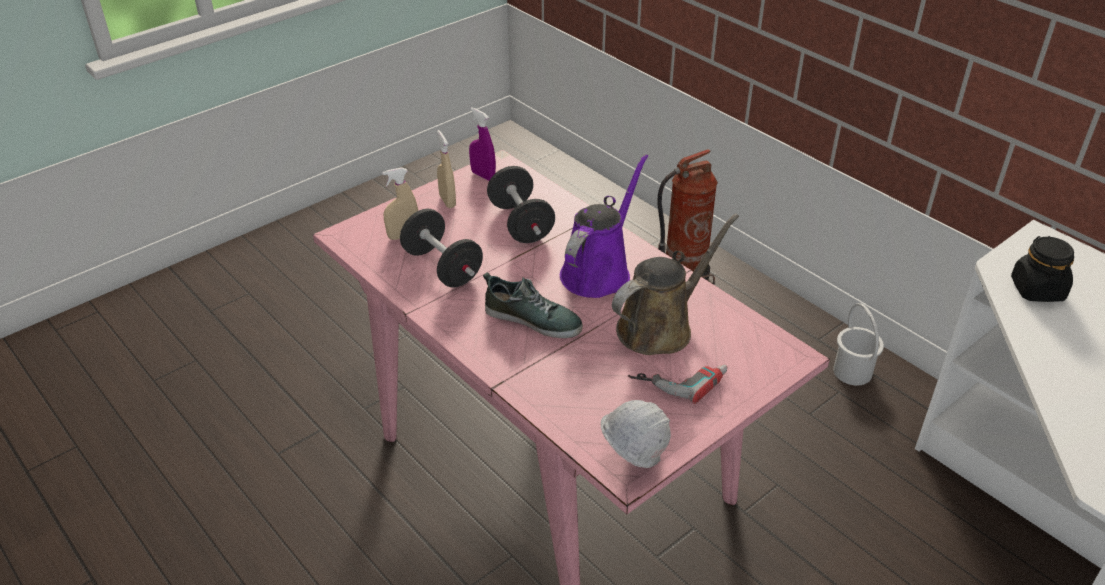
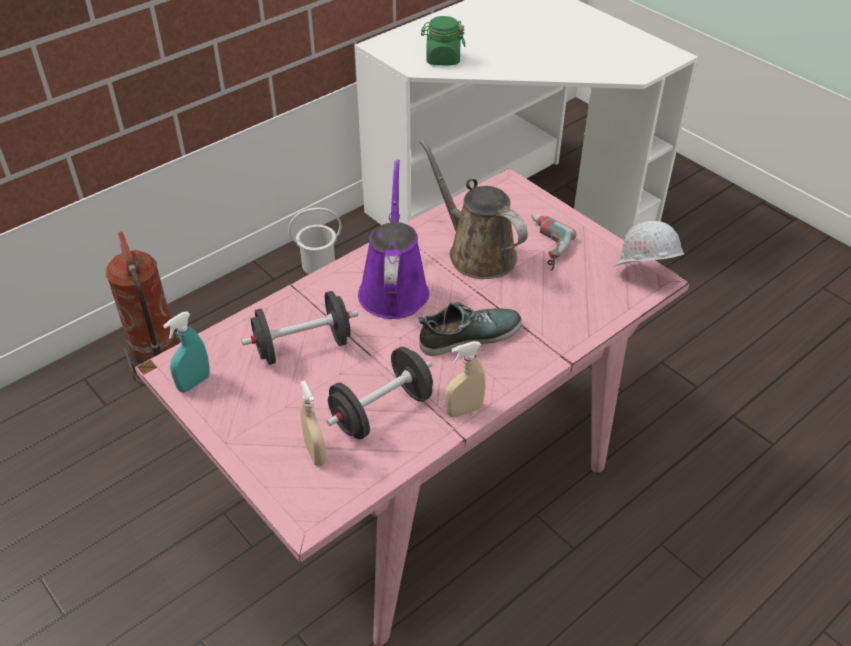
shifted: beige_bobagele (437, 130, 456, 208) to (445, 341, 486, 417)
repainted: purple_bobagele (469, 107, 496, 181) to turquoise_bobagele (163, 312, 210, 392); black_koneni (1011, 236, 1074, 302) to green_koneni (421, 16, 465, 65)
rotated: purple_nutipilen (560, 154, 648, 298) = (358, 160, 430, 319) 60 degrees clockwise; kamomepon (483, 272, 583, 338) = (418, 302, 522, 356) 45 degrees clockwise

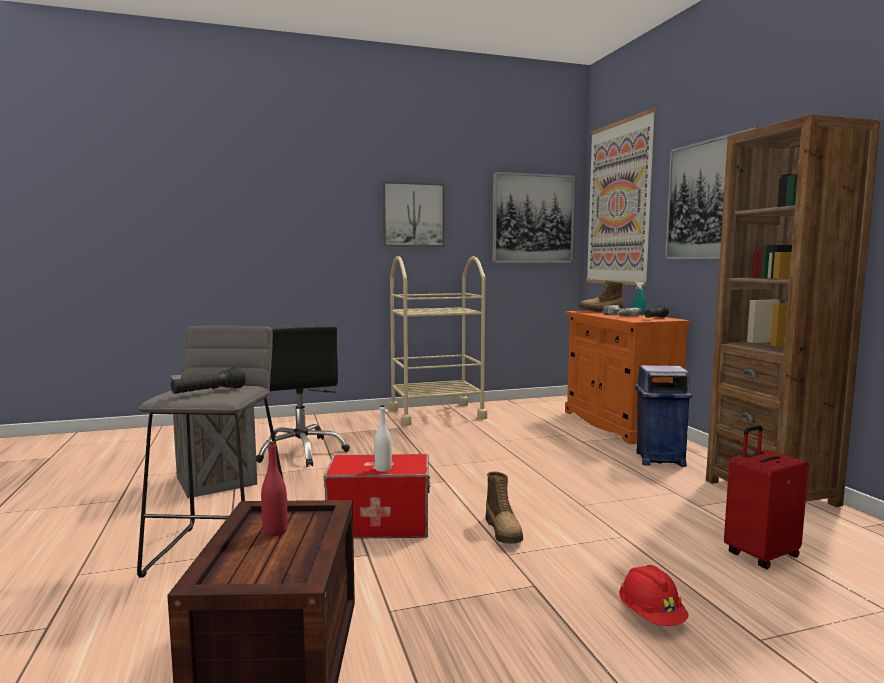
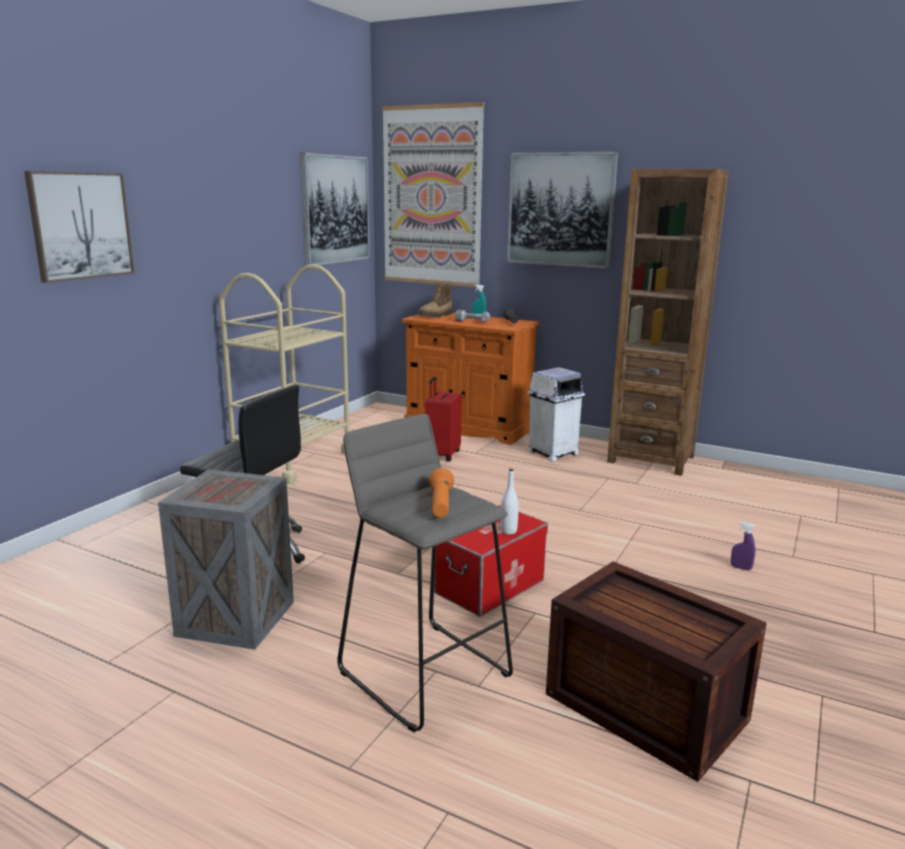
gone: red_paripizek (261, 441, 287, 536); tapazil (485, 471, 523, 544)
shifted: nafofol (383, 182, 444, 246) to (24, 171, 135, 283); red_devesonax (724, 425, 809, 569) to (425, 377, 462, 461)
swapped: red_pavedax (619, 565, 689, 626) to purple_bobagele (731, 521, 756, 571)
repainted: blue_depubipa (635, 365, 692, 467) to white_depubipa (527, 367, 585, 462); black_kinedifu (171, 367, 246, 394) to orange_kinedifu (429, 468, 454, 518)

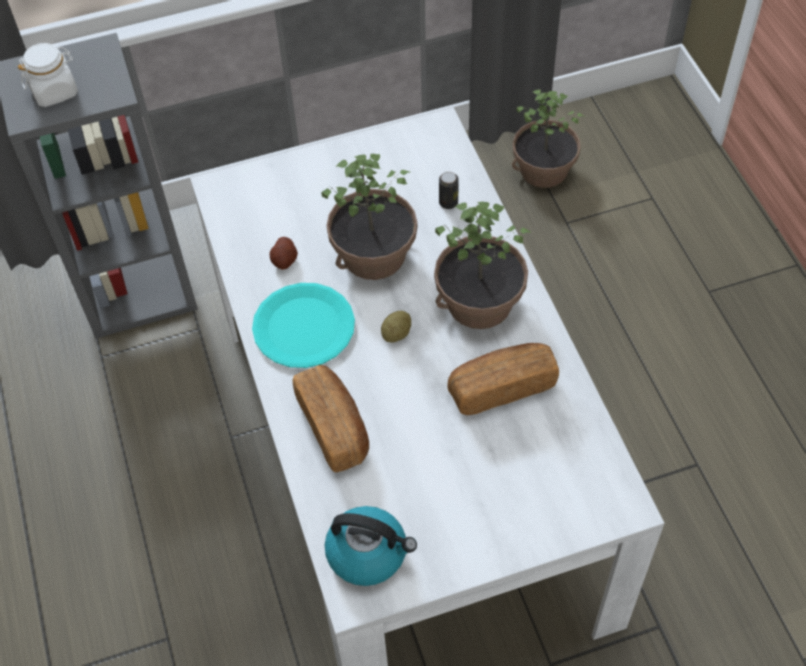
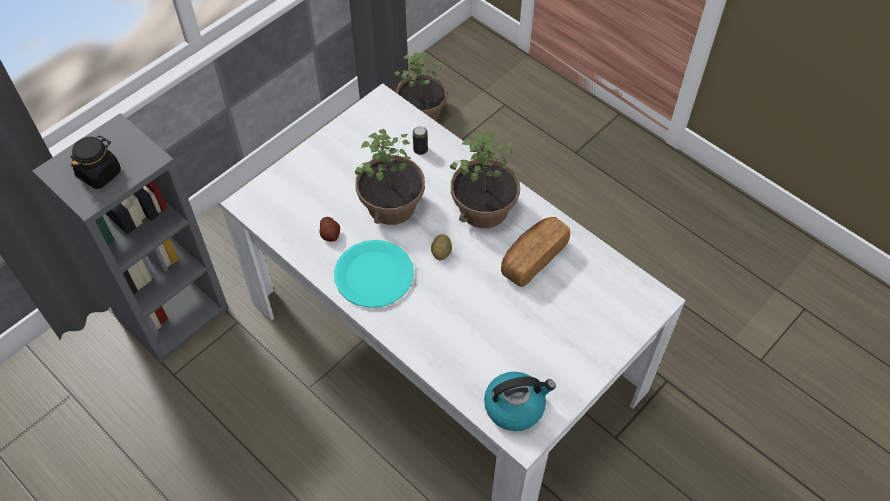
gone: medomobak (293, 365, 369, 472)
repainted: white_koneni (18, 43, 78, 107) to black_koneni (71, 136, 121, 189)

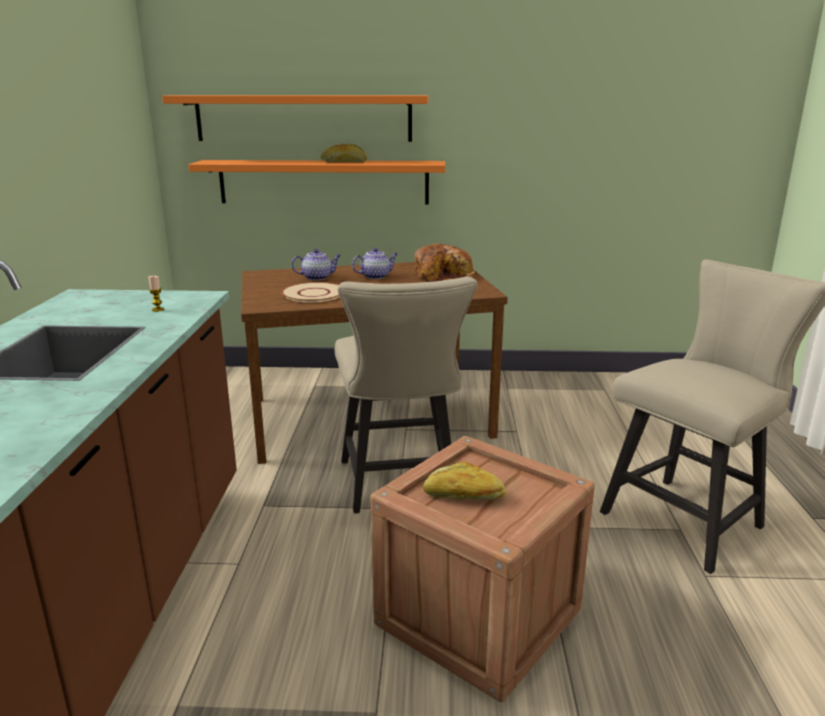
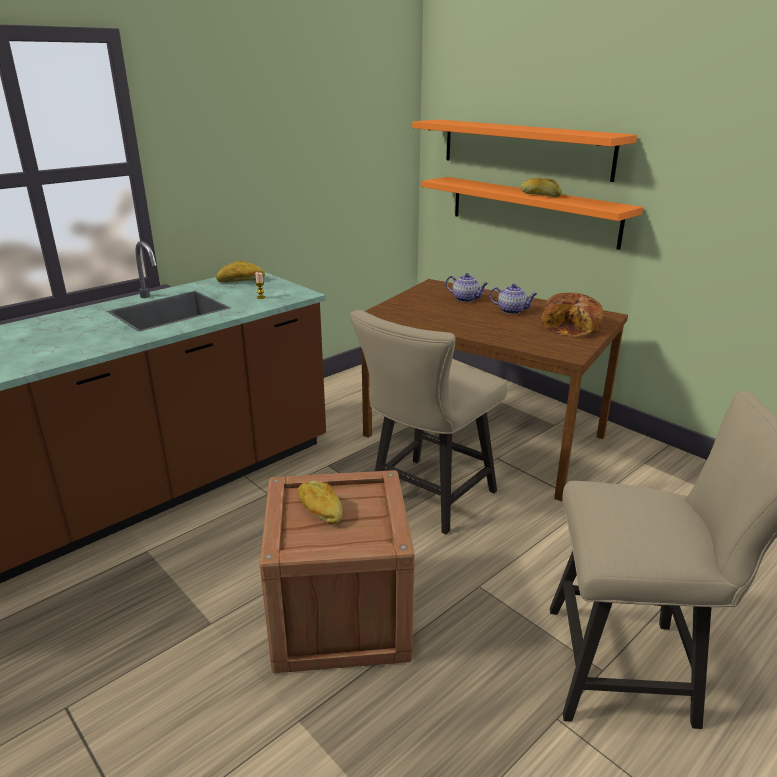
gone: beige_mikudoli (281, 282, 339, 302)
new: medomobak (216, 260, 265, 283)

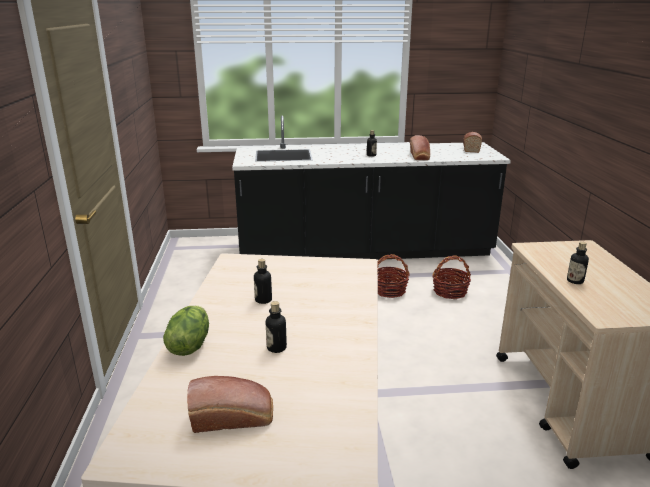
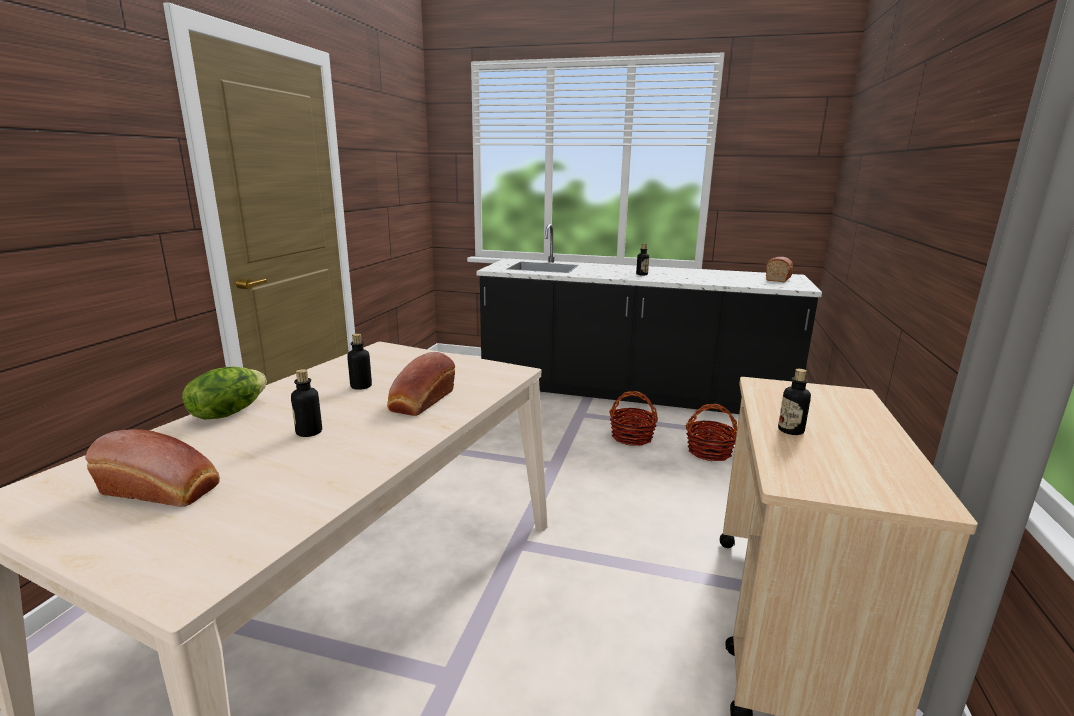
shifted: medomobak (410, 135, 430, 160) to (387, 352, 455, 416)

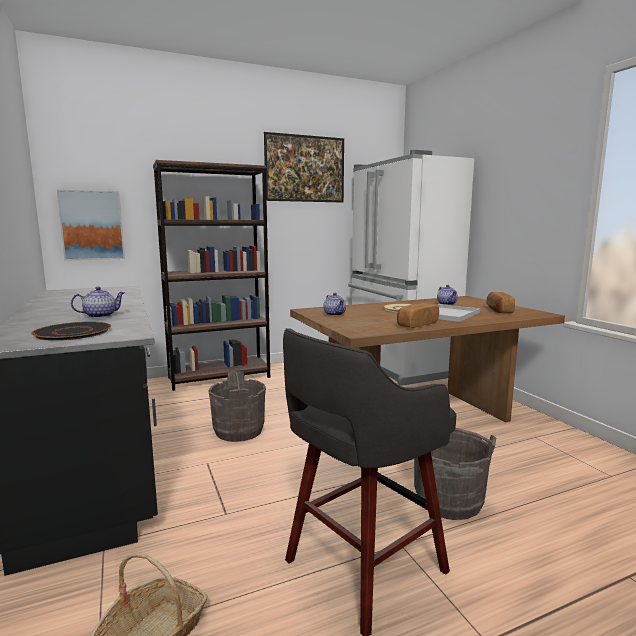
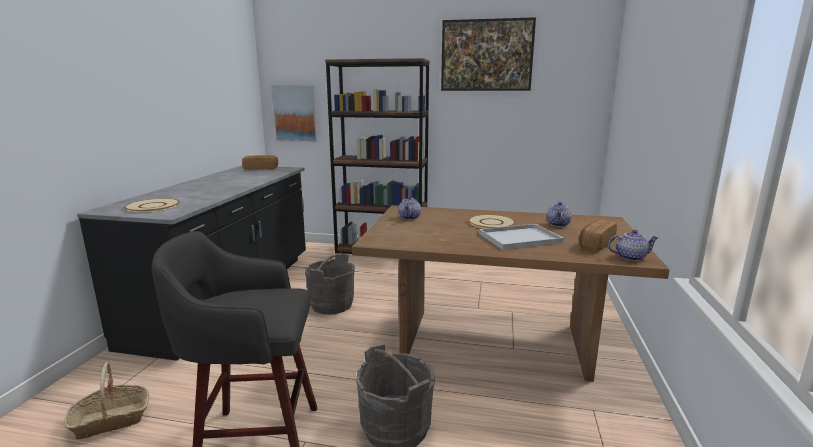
gone: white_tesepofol (348, 150, 474, 386)
shifted: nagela (71, 287, 125, 318) to (608, 230, 659, 261); medomobak (397, 303, 439, 328) to (242, 155, 278, 170)
repainted: black_mikudoli (31, 322, 111, 340) to beige_mikudoli (124, 198, 180, 212)

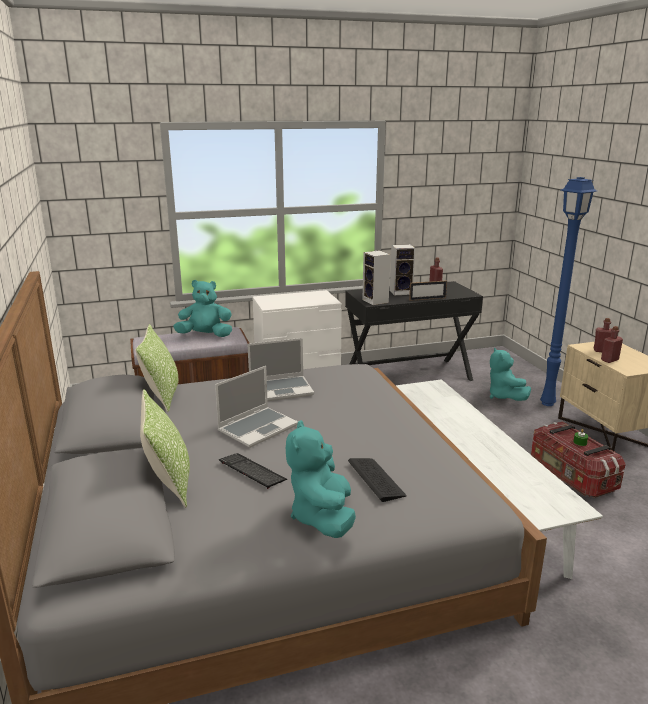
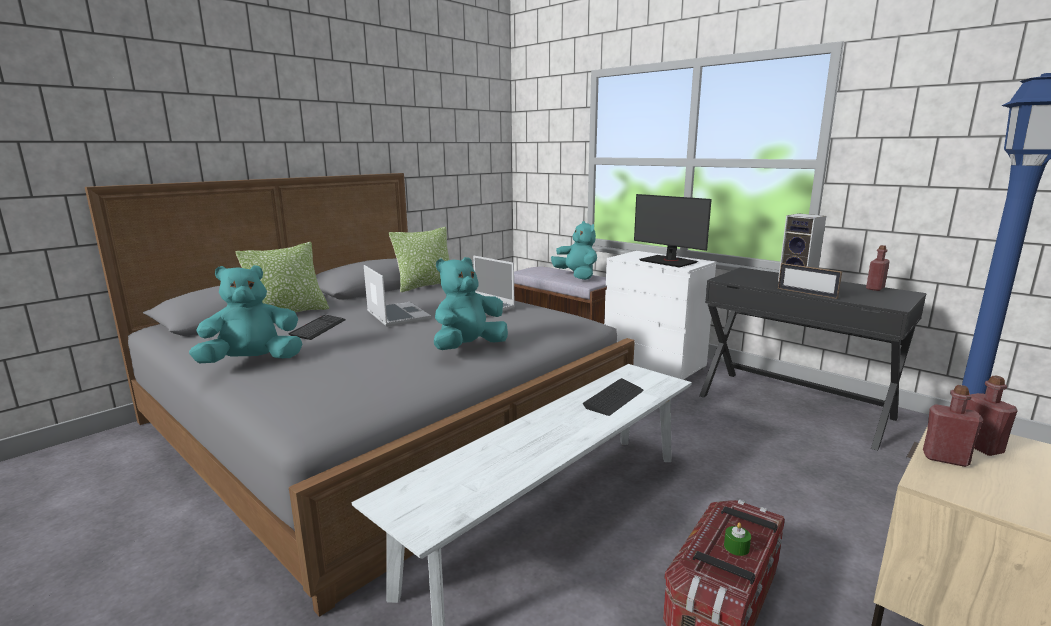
gone: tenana (362, 250, 391, 305)
new: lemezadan (634, 194, 712, 267)
shifted: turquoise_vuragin (489, 348, 531, 401) to (434, 257, 508, 350); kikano (348, 458, 407, 502) to (583, 378, 644, 416)
rotated: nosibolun (215, 366, 298, 448) = (364, 265, 431, 327) 135 degrees counterclockwise

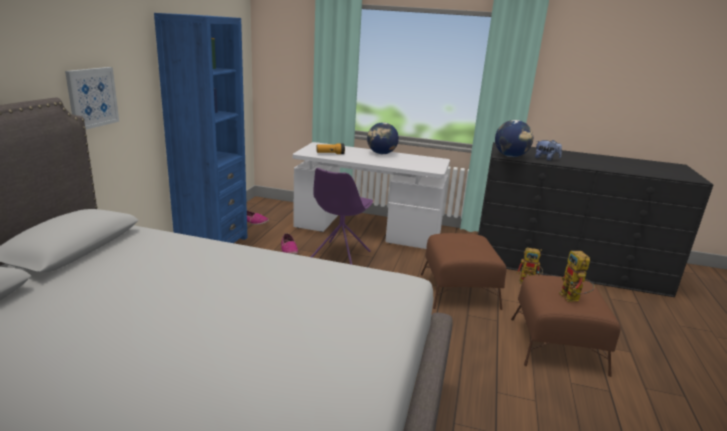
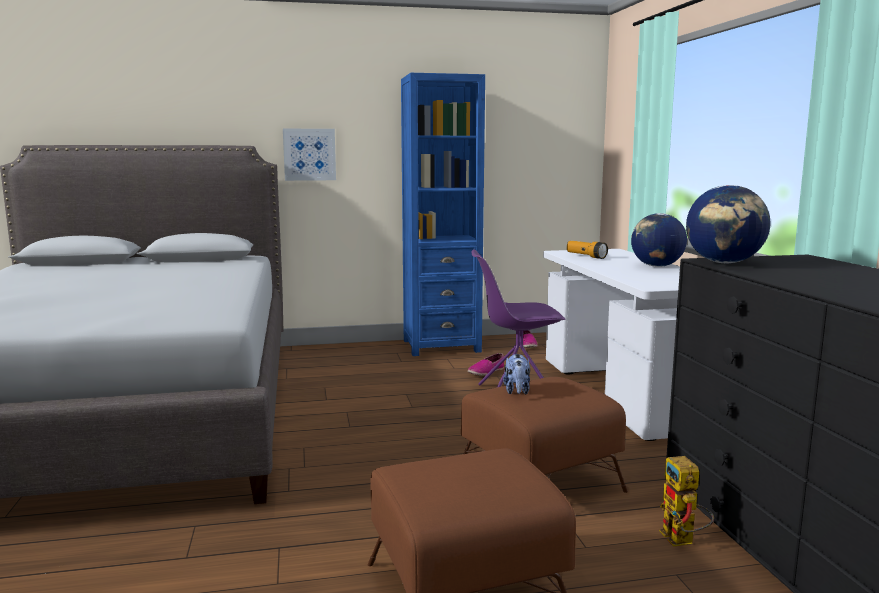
gone: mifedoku (559, 251, 595, 302)
shifted: vuragin (535, 140, 562, 161) to (503, 354, 530, 394)

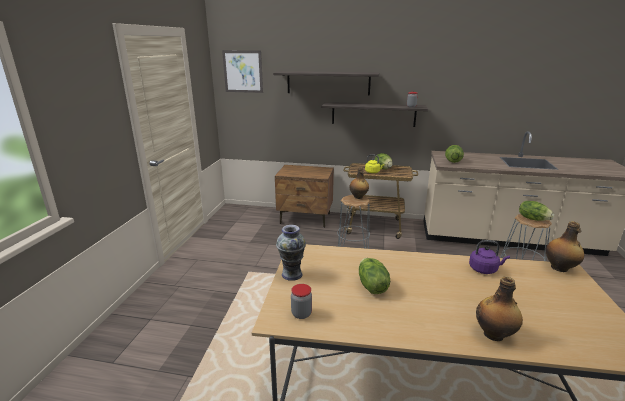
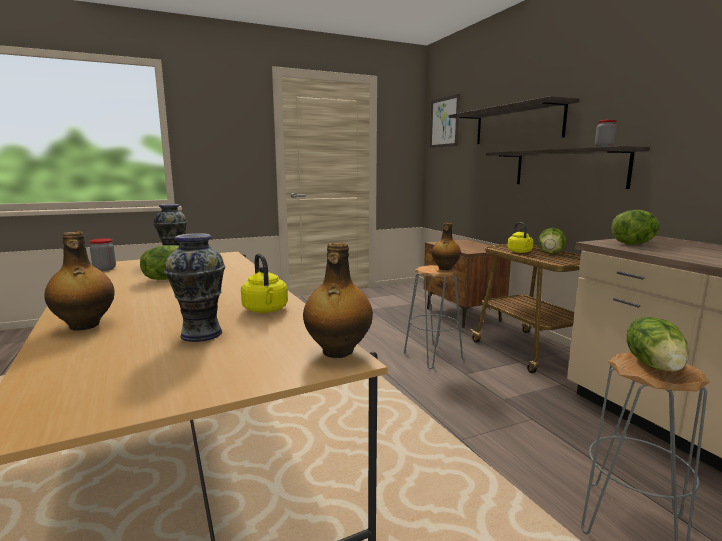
new: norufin (164, 233, 225, 342)
repainted: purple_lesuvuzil (469, 240, 510, 274) to yellow_lesuvuzil (241, 254, 288, 313)

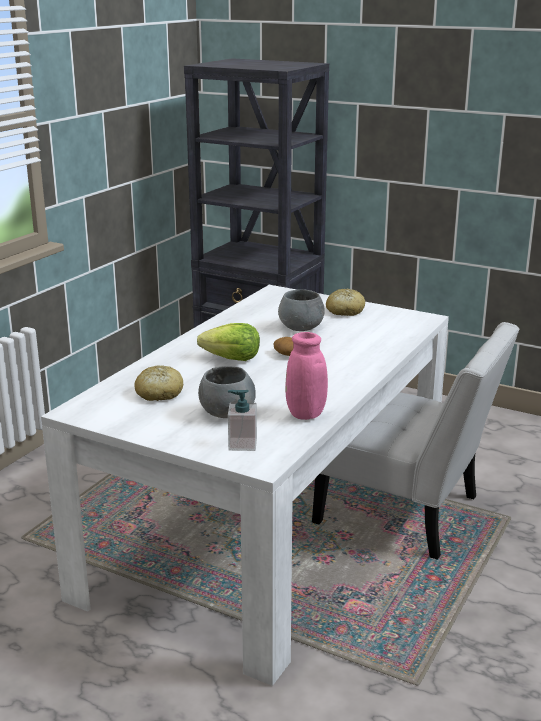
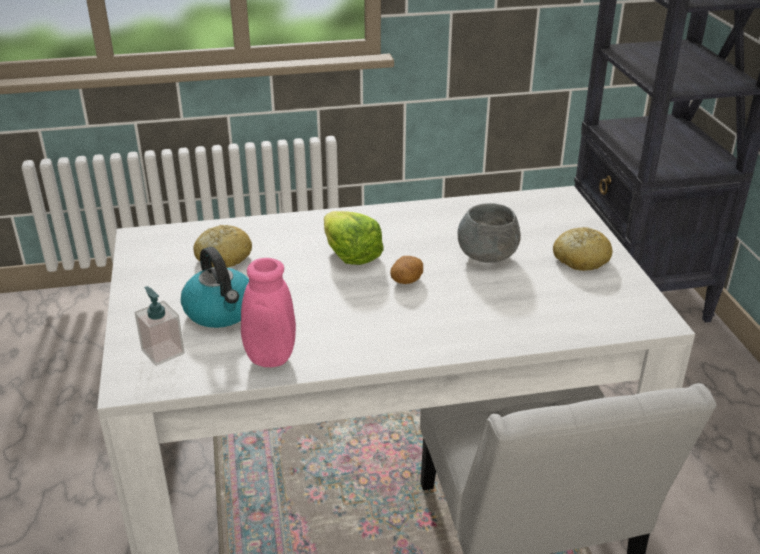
swapped: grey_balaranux (198, 366, 256, 418) to lesuvuzil (181, 247, 249, 328)

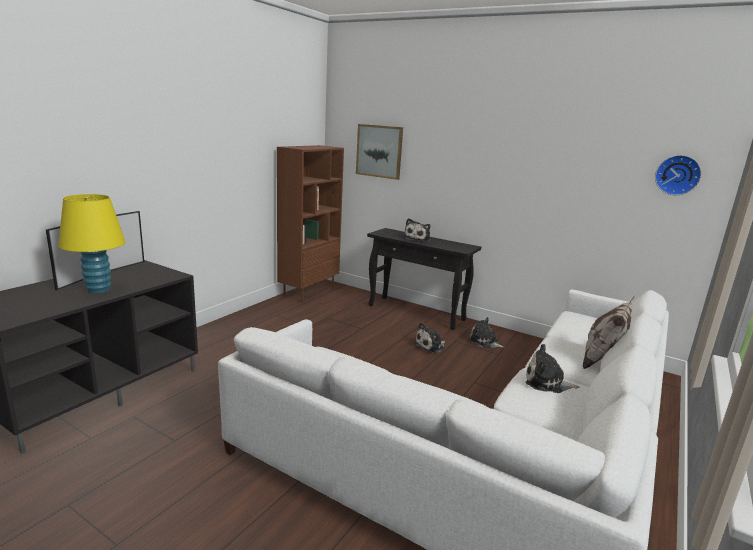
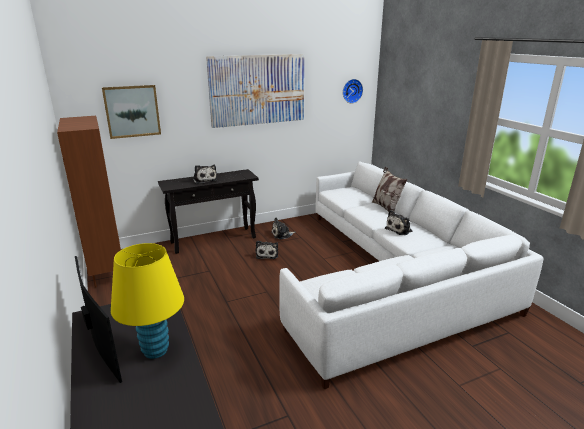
new: nafofol (206, 54, 304, 128)

